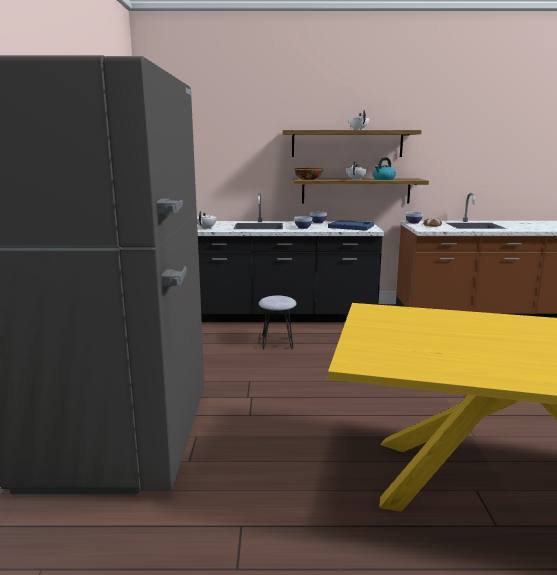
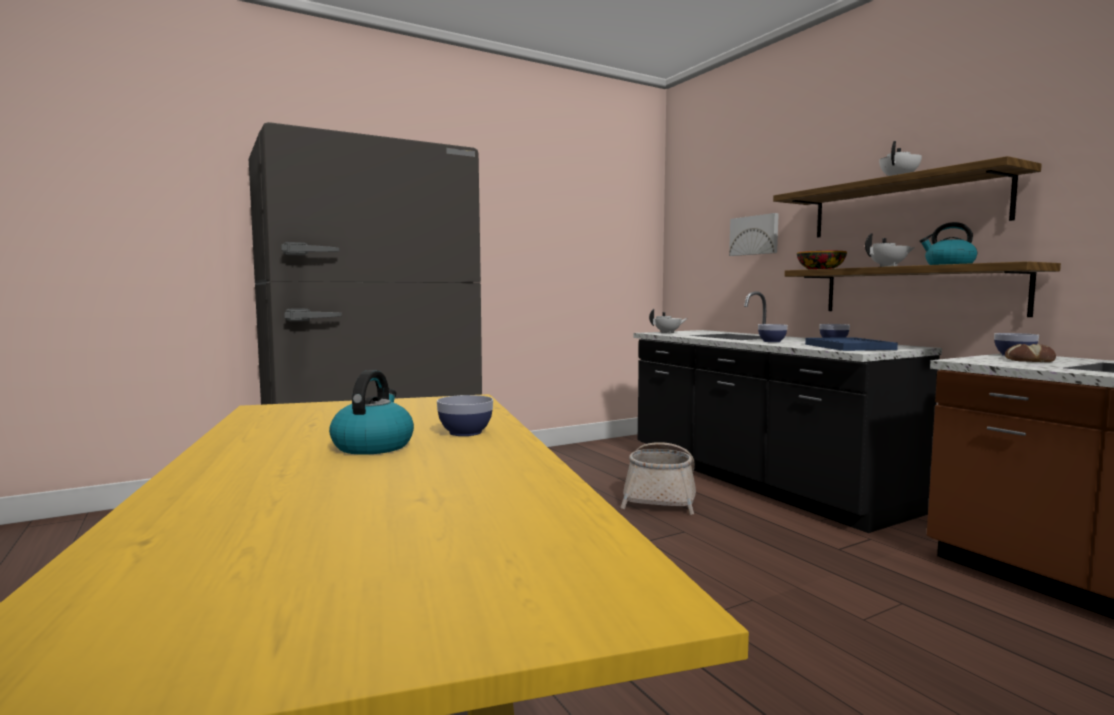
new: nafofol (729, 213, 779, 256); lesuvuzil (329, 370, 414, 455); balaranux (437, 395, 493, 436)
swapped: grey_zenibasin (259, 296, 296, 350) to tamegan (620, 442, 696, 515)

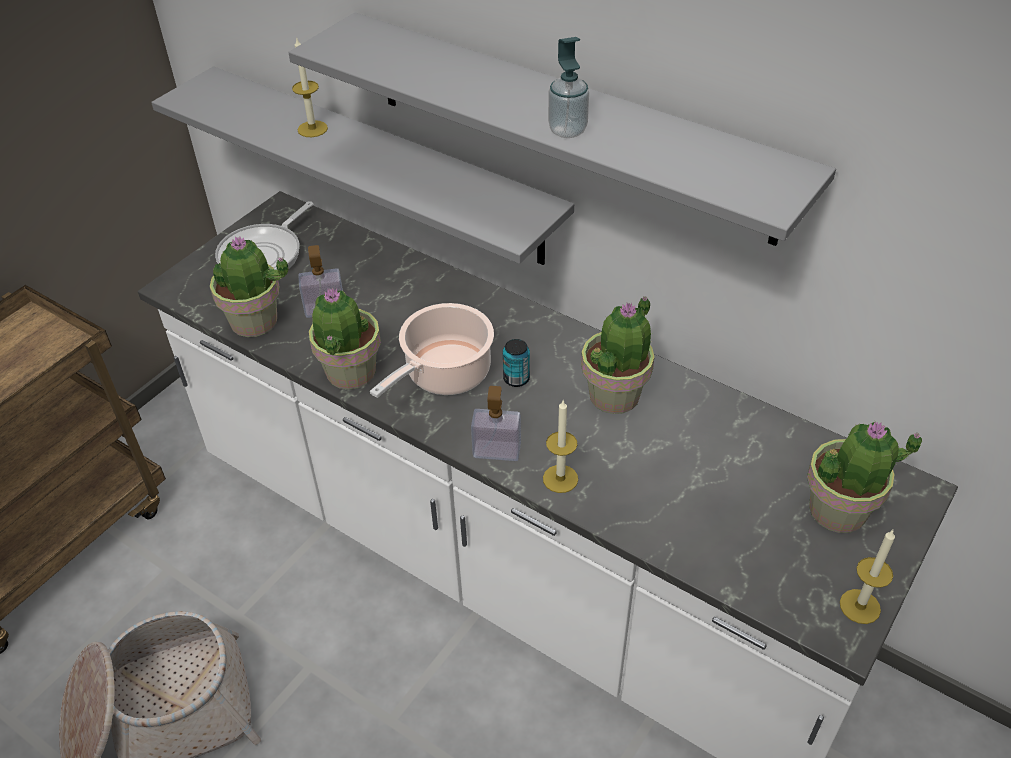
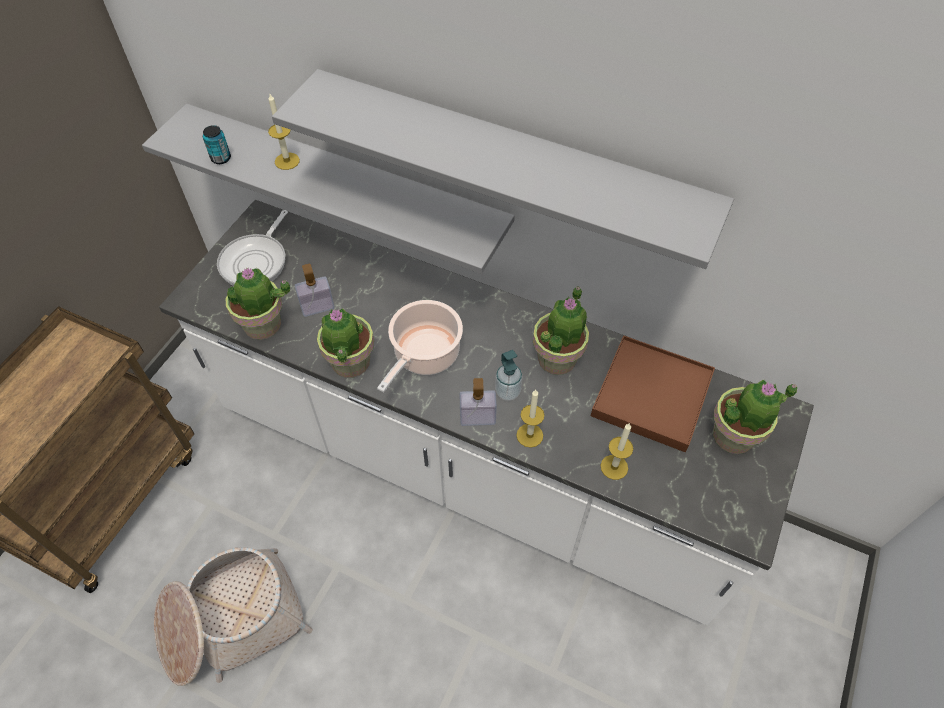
new: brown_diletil (591, 336, 715, 452)
shifted: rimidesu (548, 37, 589, 138) to (495, 350, 523, 401); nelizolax (503, 339, 530, 387) to (203, 125, 231, 164); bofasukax (840, 530, 895, 624) to (600, 424, 633, 480)

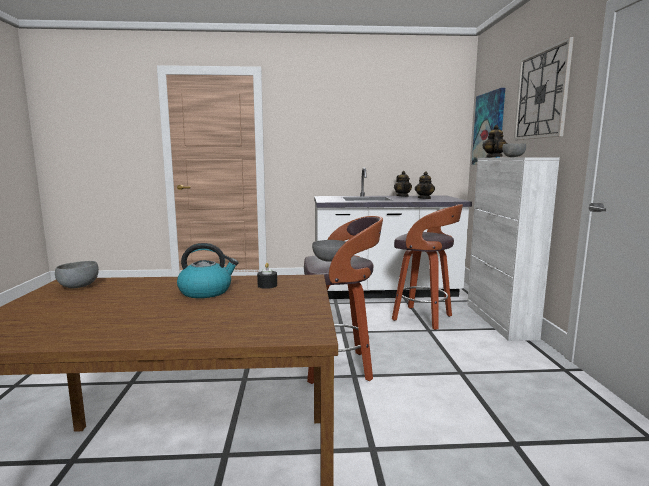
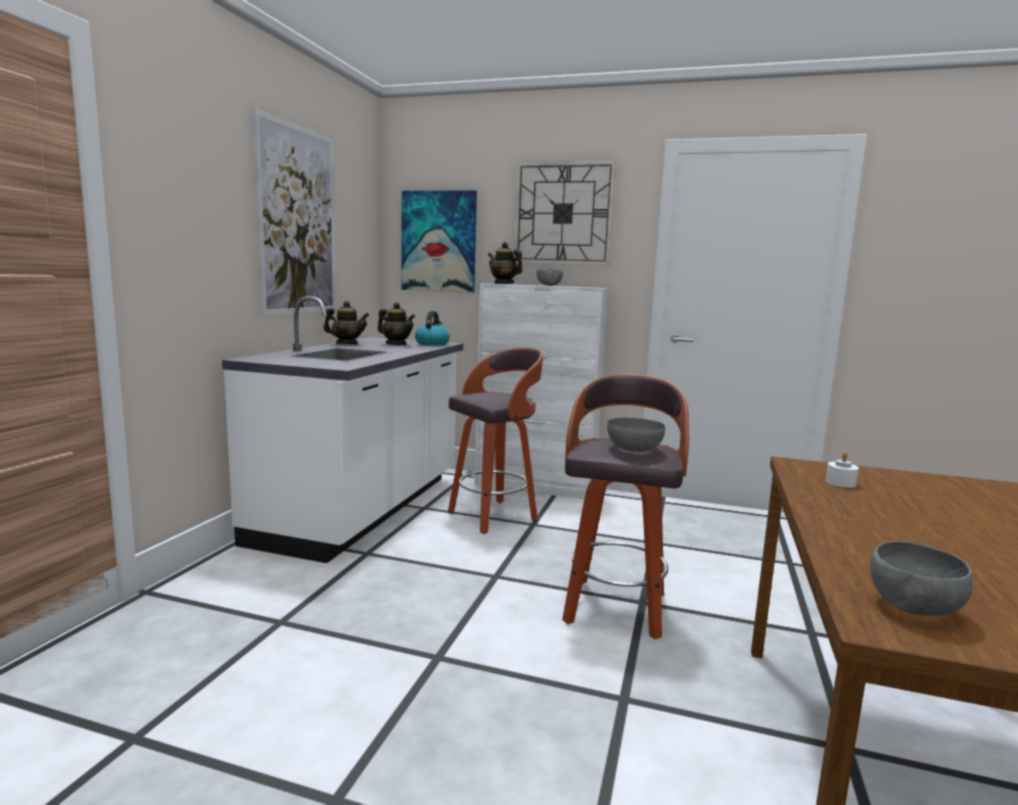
new: nafofol (252, 108, 336, 316)
shifted: lesuvuzil (177, 243, 238, 298) to (415, 311, 450, 346)
repainted: black_bofasukax (257, 263, 277, 289) to white_bofasukax (826, 451, 859, 488)

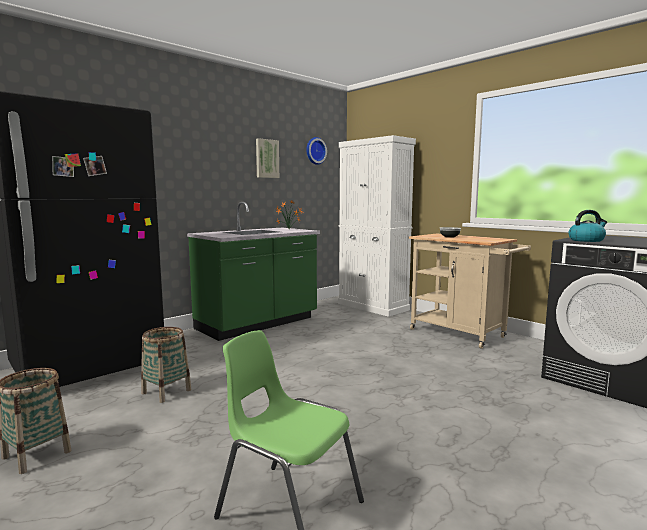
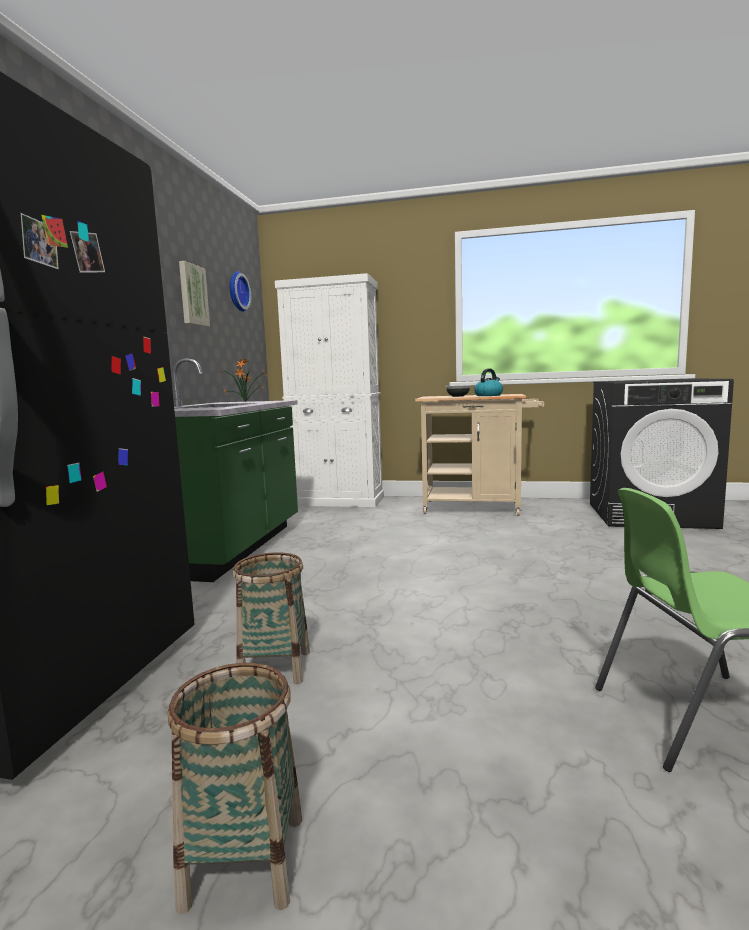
shifted: lesuvuzil (568, 210, 607, 242) to (474, 368, 503, 396)

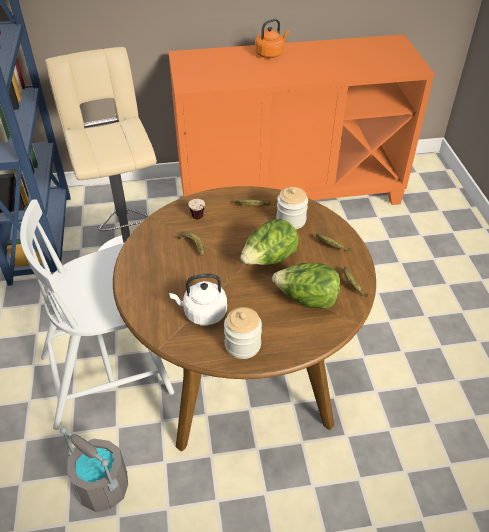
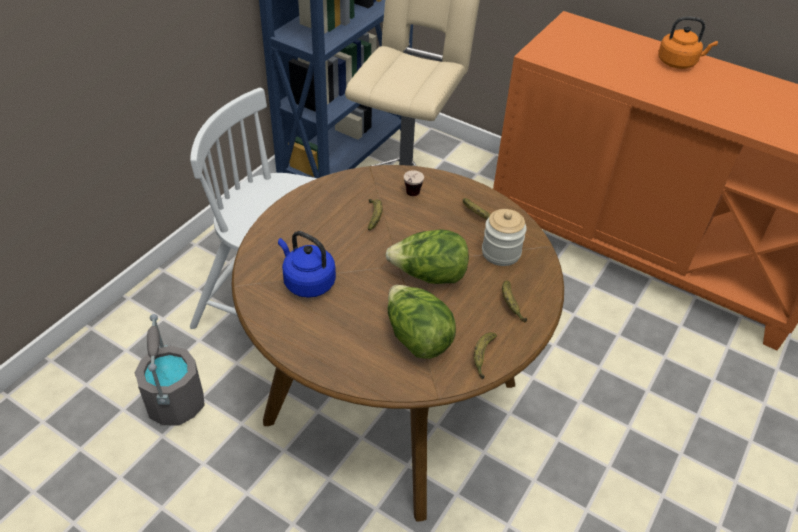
gone: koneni (224, 307, 262, 359)
repainted: white_lesuvuzil (169, 274, 227, 326) to blue_lesuvuzil (278, 231, 336, 298)

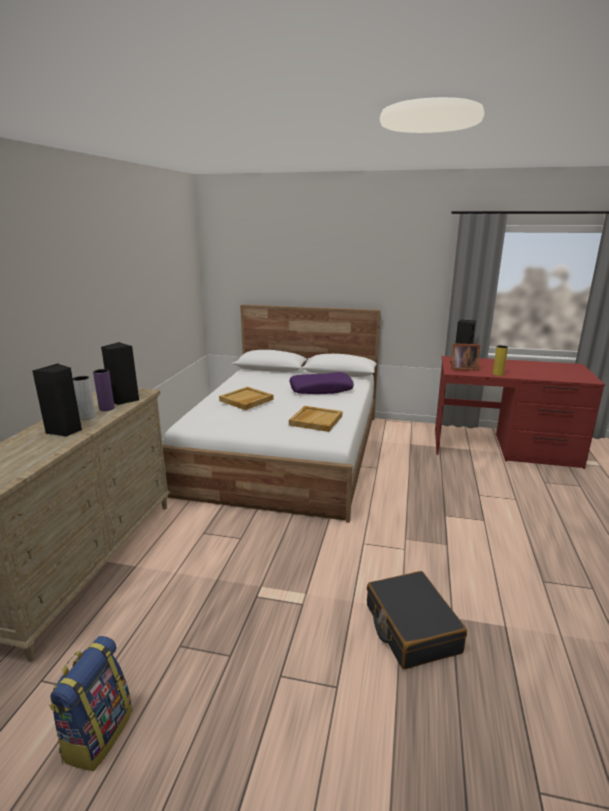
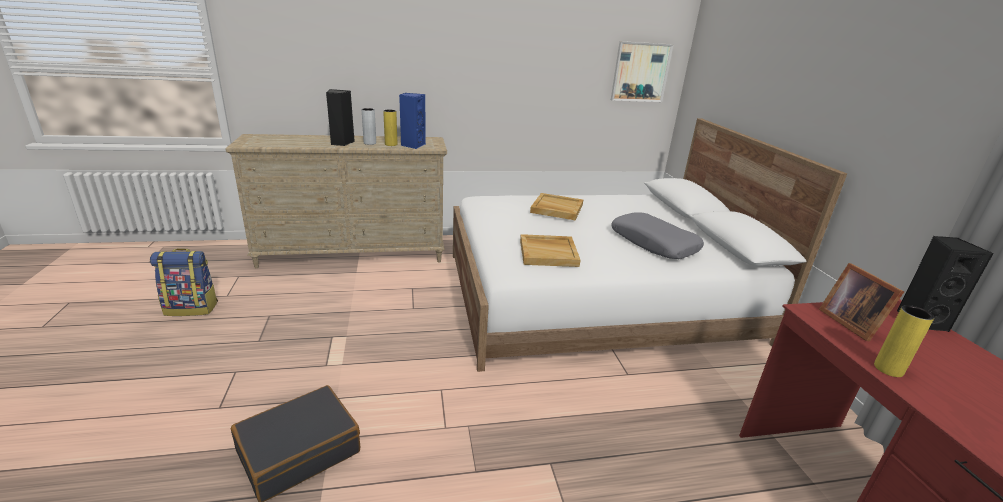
new: nafofol (611, 41, 674, 102)
repainted: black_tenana (101, 342, 139, 405) to blue_tenana (399, 93, 426, 149); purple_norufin (93, 369, 115, 411) to yellow_norufin (383, 109, 397, 146); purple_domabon (289, 372, 354, 394) to grey_domabon (611, 212, 704, 259)

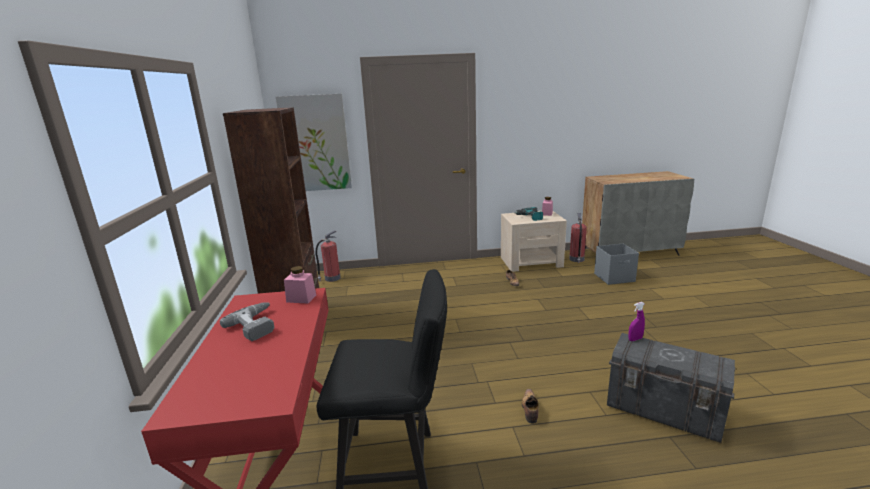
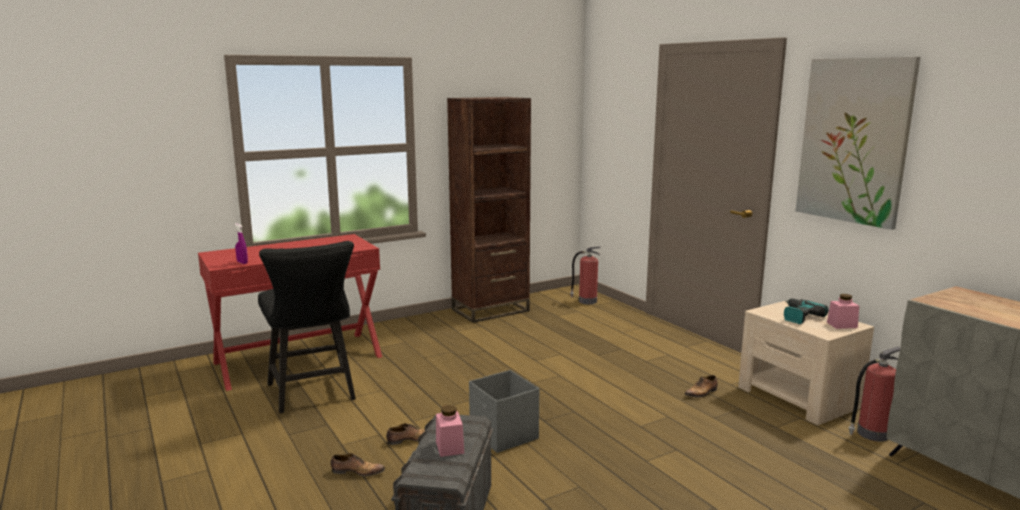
gone: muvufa (220, 302, 274, 341)
new: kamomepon (331, 453, 385, 476)
shifted: nafofol (276, 94, 352, 191) to (796, 57, 920, 230); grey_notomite (594, 244, 639, 285) to (469, 370, 539, 453); pink_koneni (284, 266, 316, 303) to (436, 405, 464, 457); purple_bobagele (628, 302, 645, 341) to (235, 223, 248, 264)

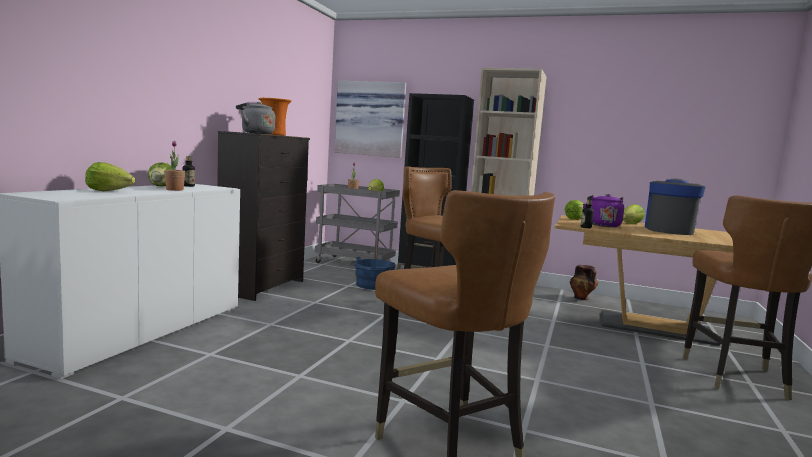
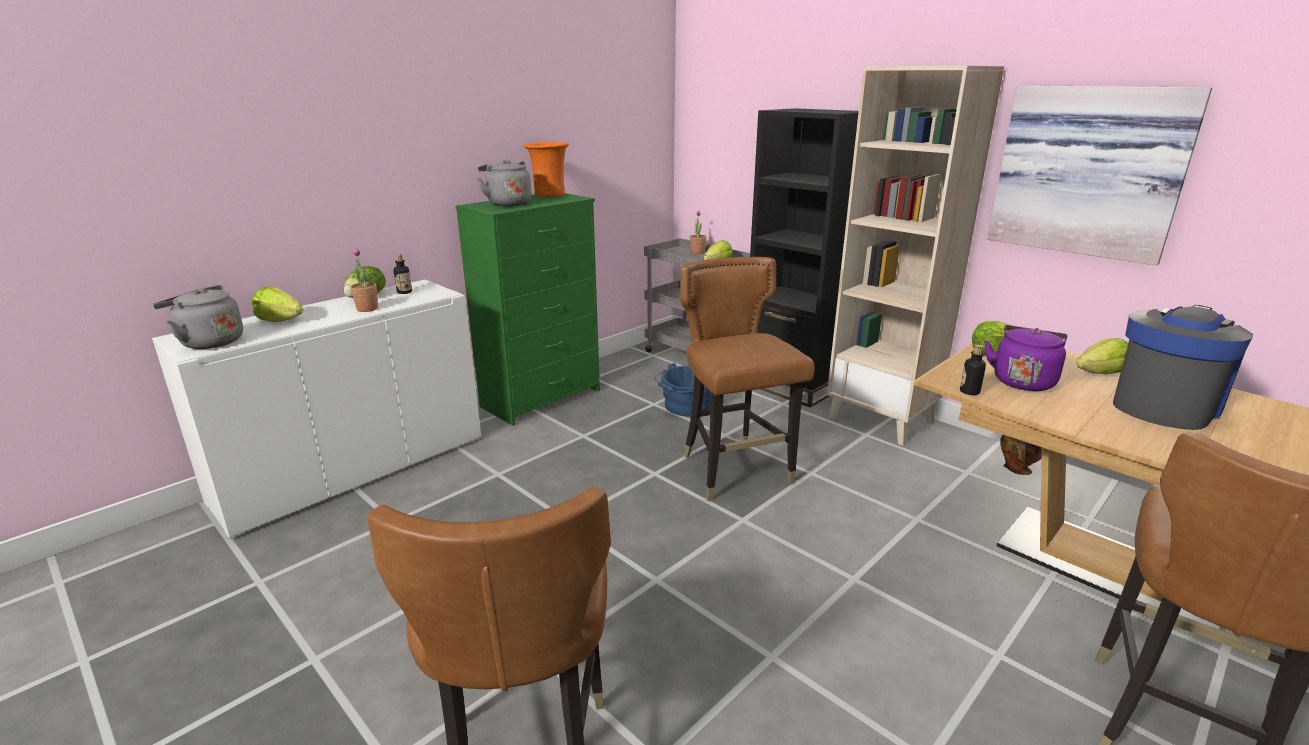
new: grey_lesuvuzil (153, 285, 243, 349)
shifted: nafofol (334, 81, 406, 158) to (987, 85, 1212, 266)
repainted: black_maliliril (217, 131, 310, 301) to green_maliliril (455, 193, 600, 426)

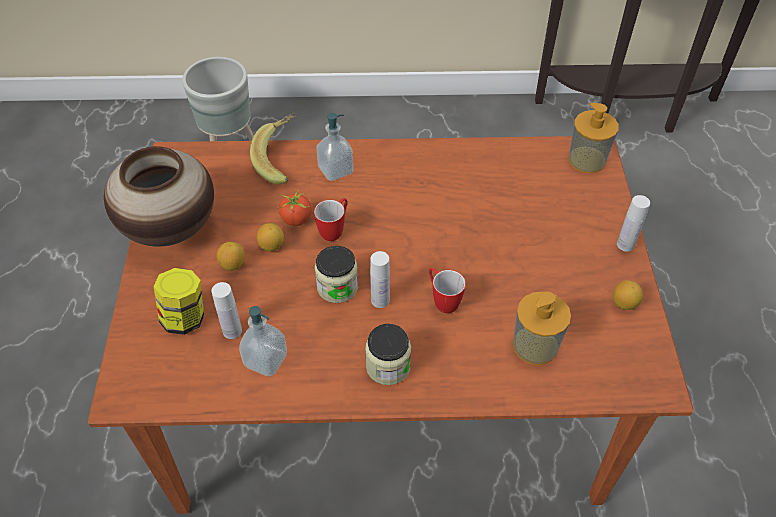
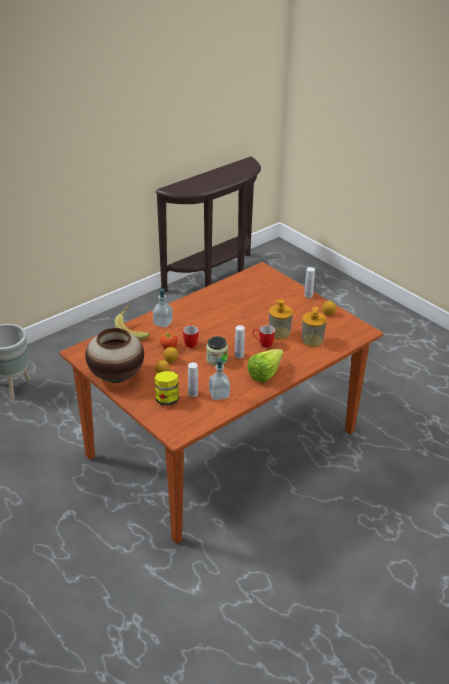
shifted: rimidesu (569, 103, 619, 173) to (269, 299, 293, 339)
swapped: koneni (365, 324, 411, 385) to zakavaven (247, 349, 284, 382)

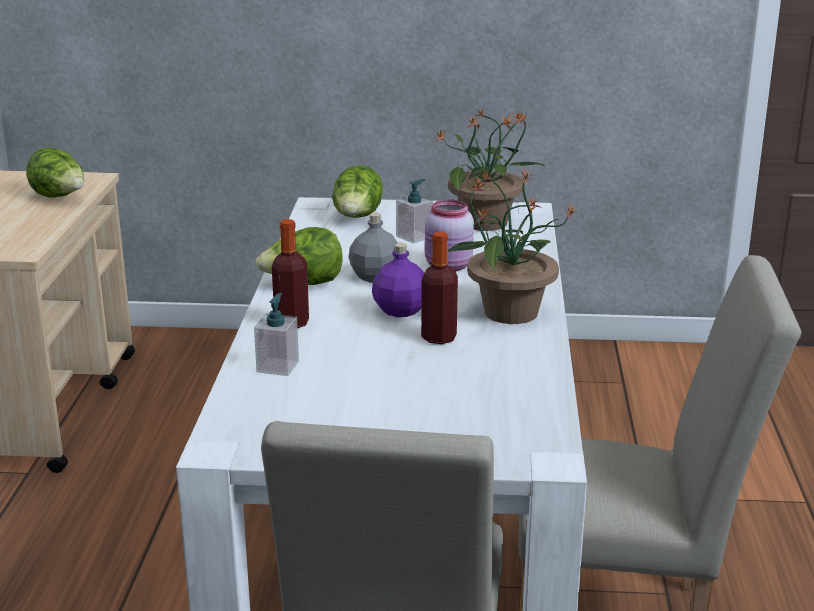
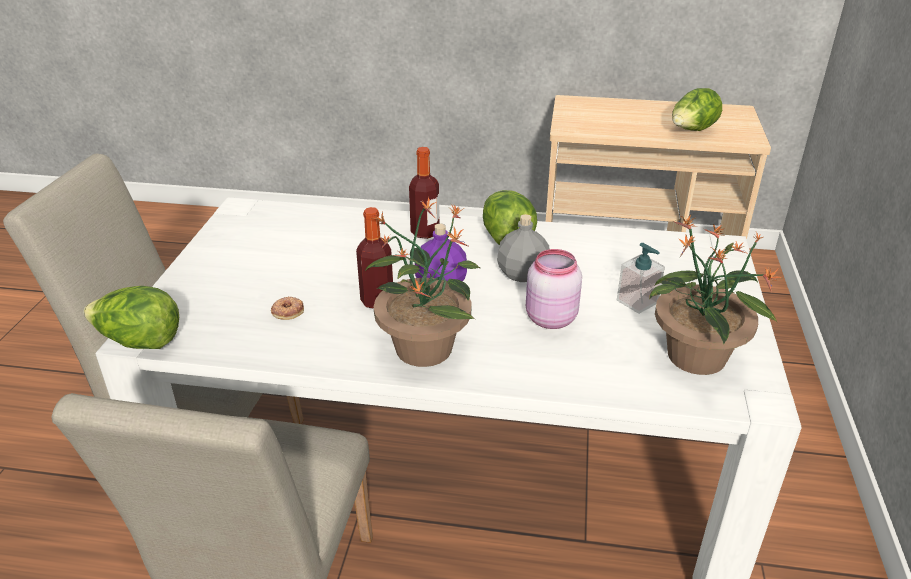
gone: rimidesu (254, 293, 299, 376)
new: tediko (271, 296, 304, 320)
shifted: zakavaven (332, 165, 383, 218) to (83, 286, 179, 349)

